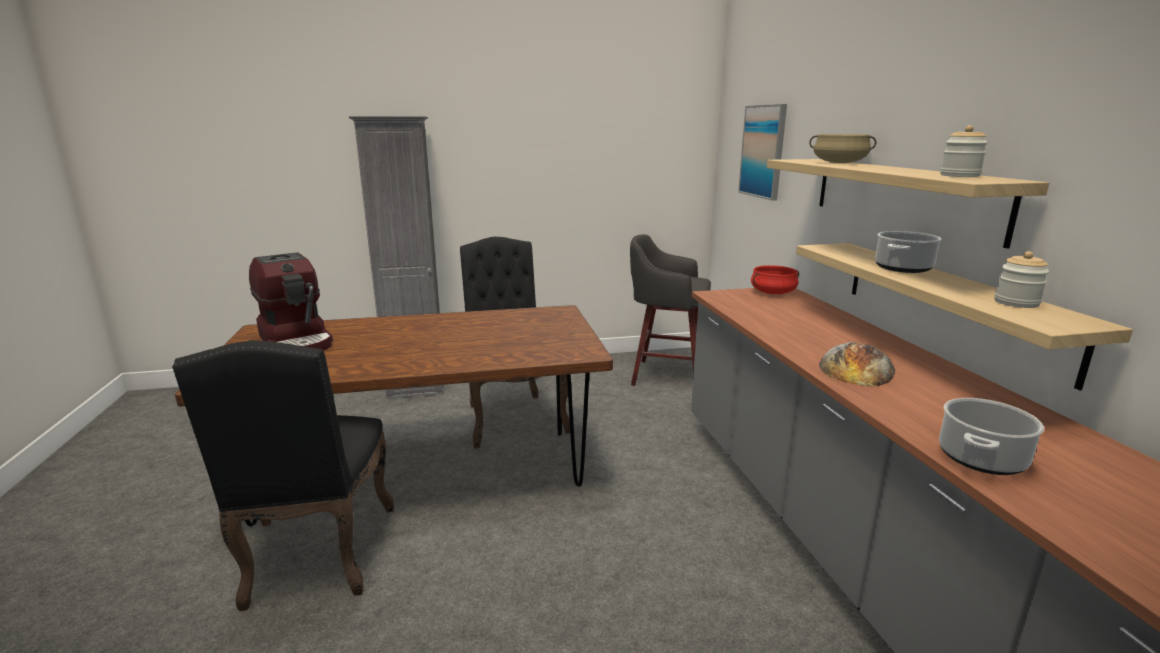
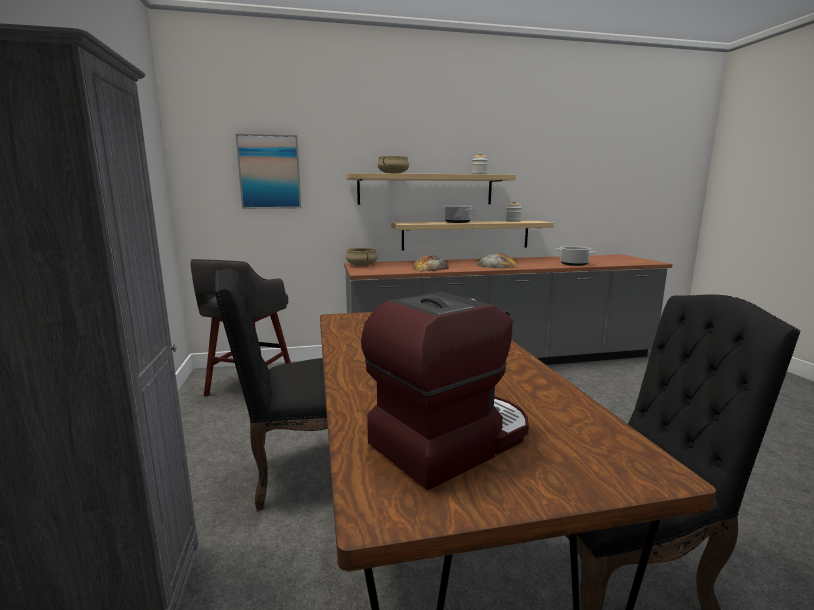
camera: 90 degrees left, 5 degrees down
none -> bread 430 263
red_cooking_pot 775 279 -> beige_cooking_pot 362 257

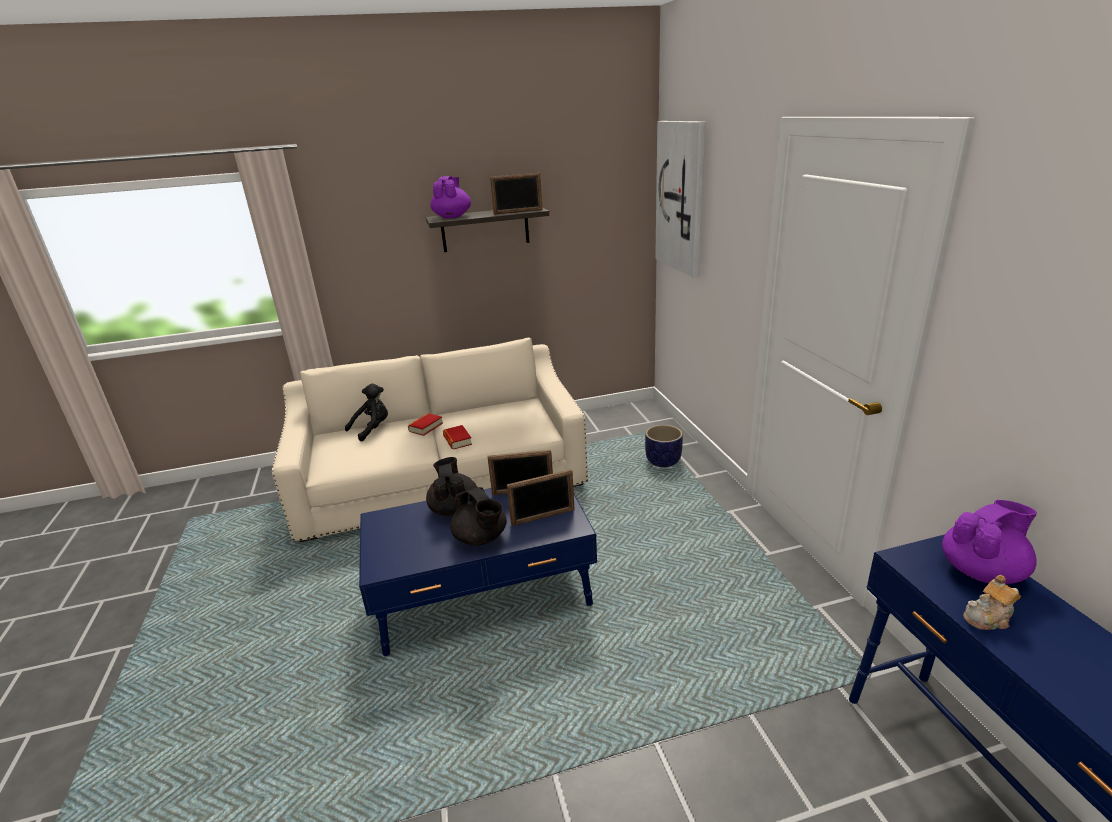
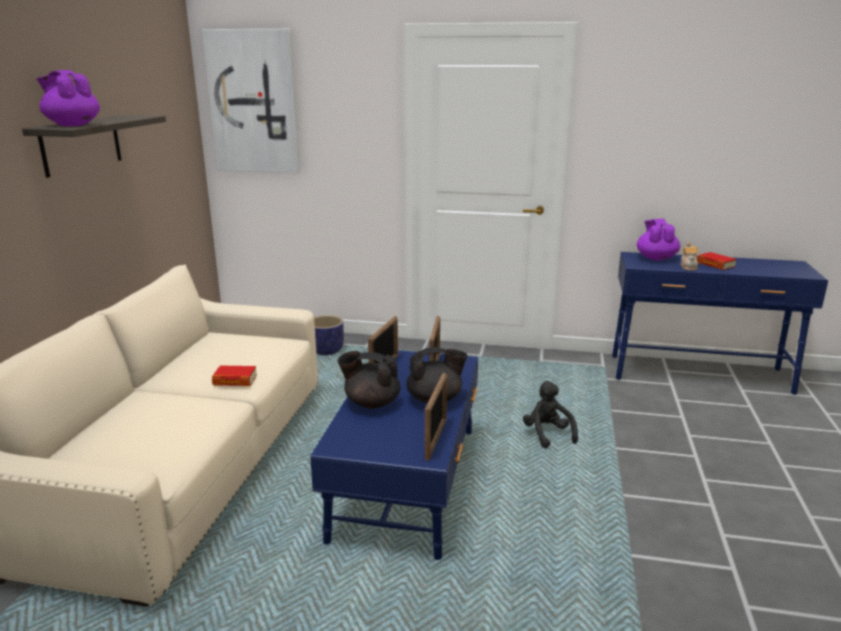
camera: 65 degrees left, 5 degrees down
black_plush_toy 366 413 -> black_plush_toy 550 414, shifted
book 425 424 -> book 717 261, shifted
picture_frame 516 194 -> picture_frame 435 417, shifted

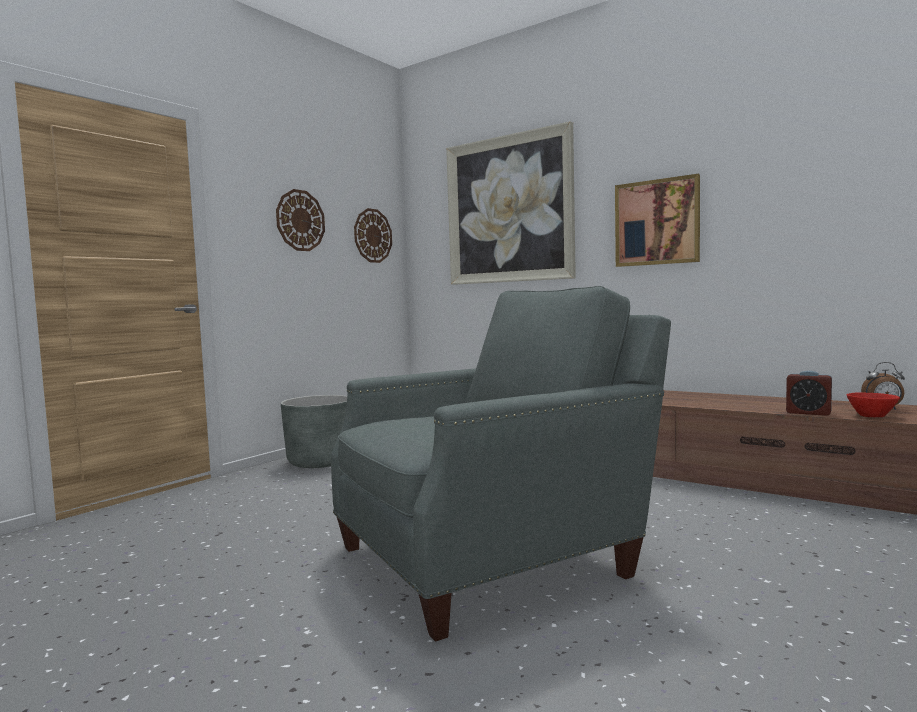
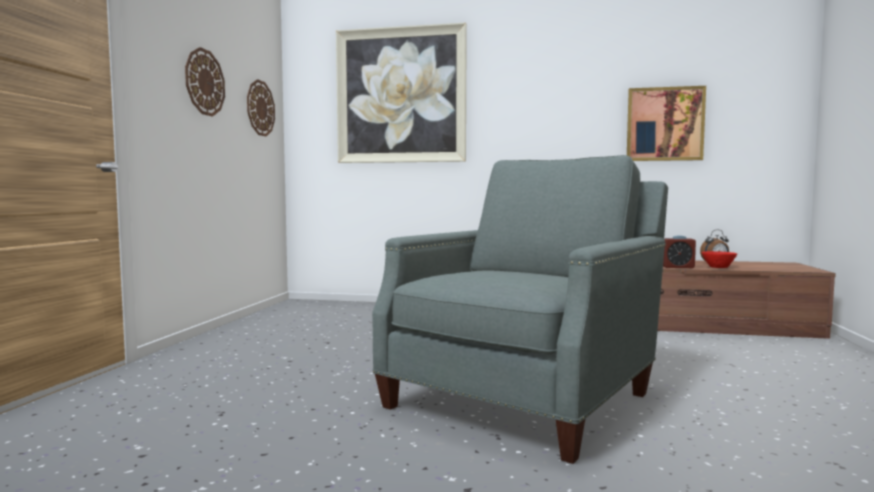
camera: 25 degrees left, 0 degrees up
grey_planter 314 431 -> none
picture 657 220 -> picture 666 123, shifted

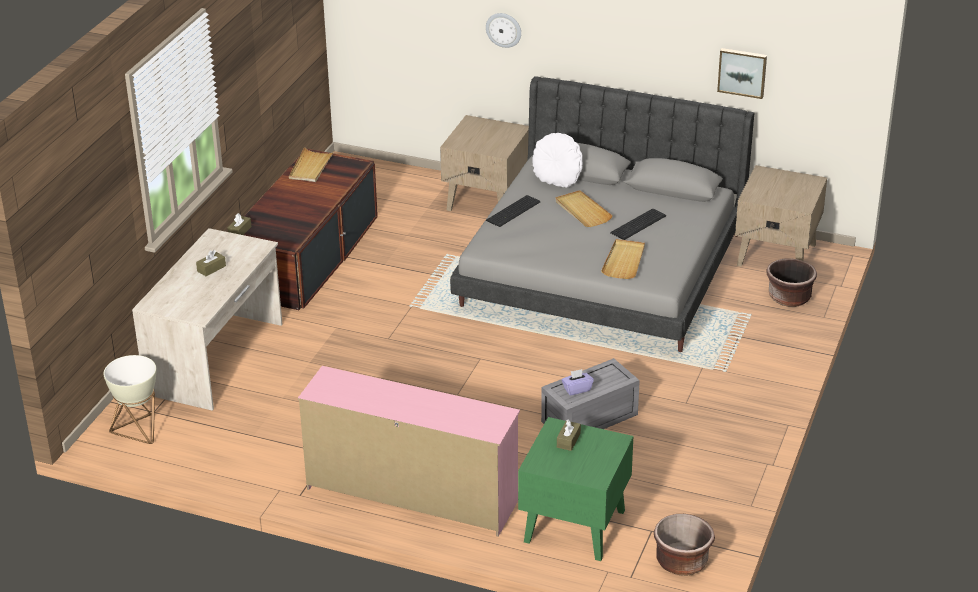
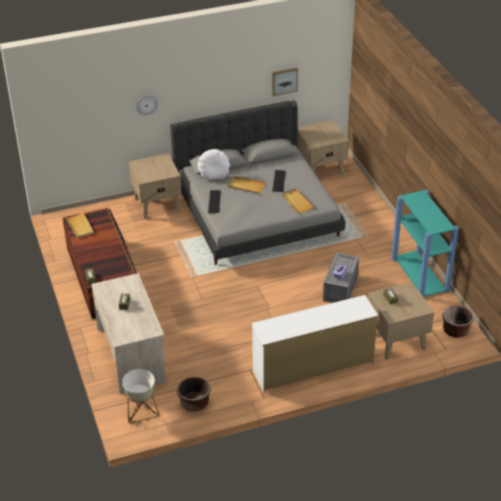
camera: 40 degrees left, 5 degrees up
none -> turquoise_bookcase 425 243
brown_planter 791 282 -> brown_planter 194 394, shifted
pink_dresser 409 451 -> white_dresser 315 344
green_nightstand 575 489 -> beige_nightstand 401 321

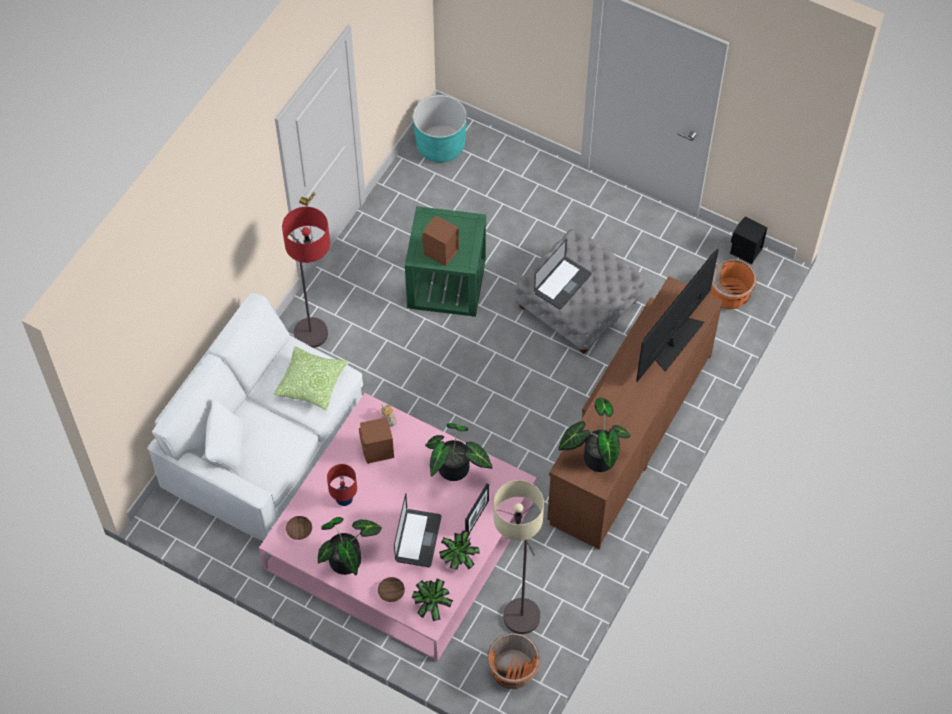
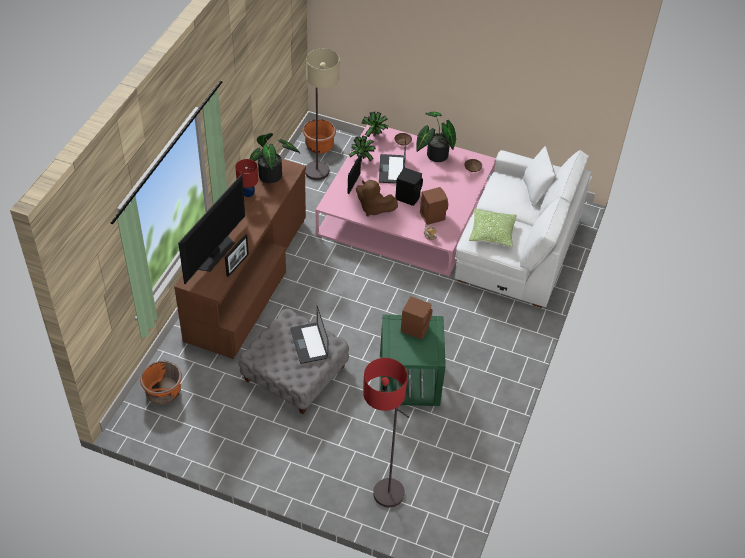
camera: 170 degrees right, 10 degrees down
turquoise_planter 440 129 -> none
none -> picture_frame 237 255
red_floor_lamp 306 277 -> red_floor_lamp 386 433, shifted
red_table_lamp 342 485 -> red_table_lamp 246 178, shifted
black_speaker 749 240 -> black_speaker 409 186, shifted
potted_plant 459 452 -> brown_plush_toy 377 198
laptop 562 274 -> laptop 309 335, 45 degrees counterclockwise

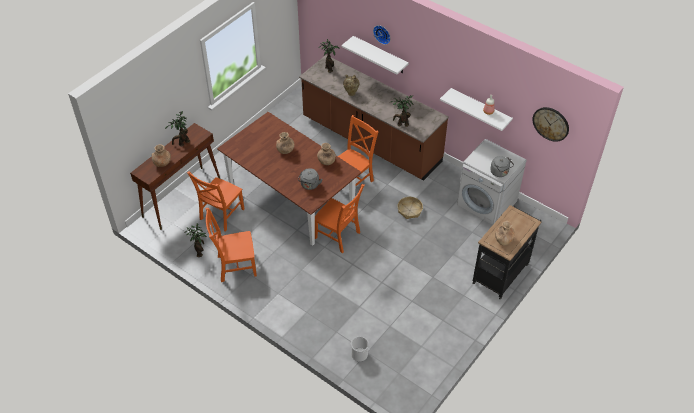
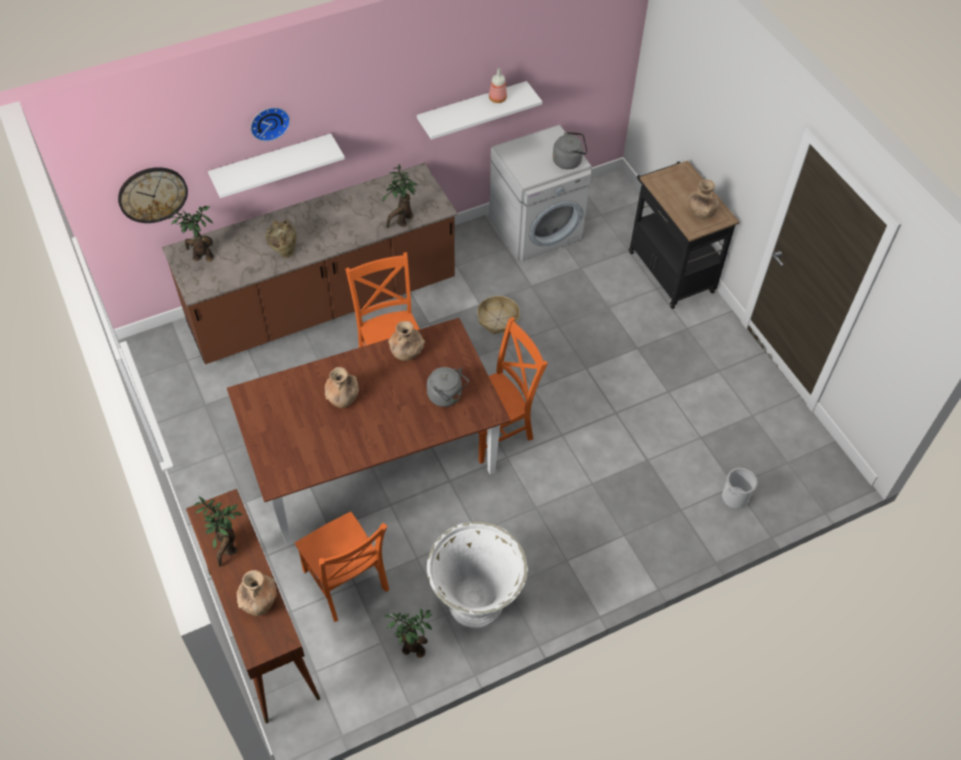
camera: 65 degrees left, 5 degrees up
wall_clock 550 124 -> wall_clock 153 195, shifted
orange_chair 231 245 -> white_planter 477 574

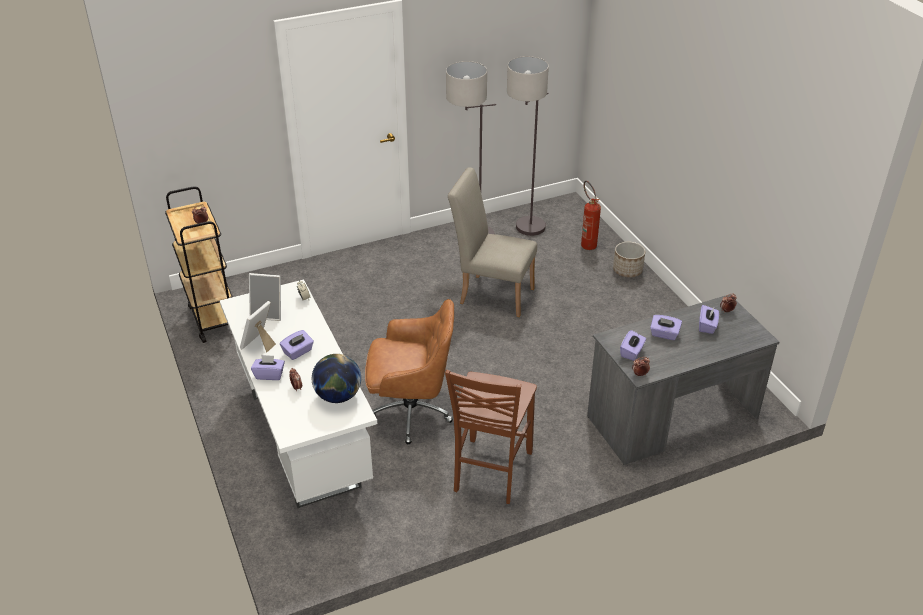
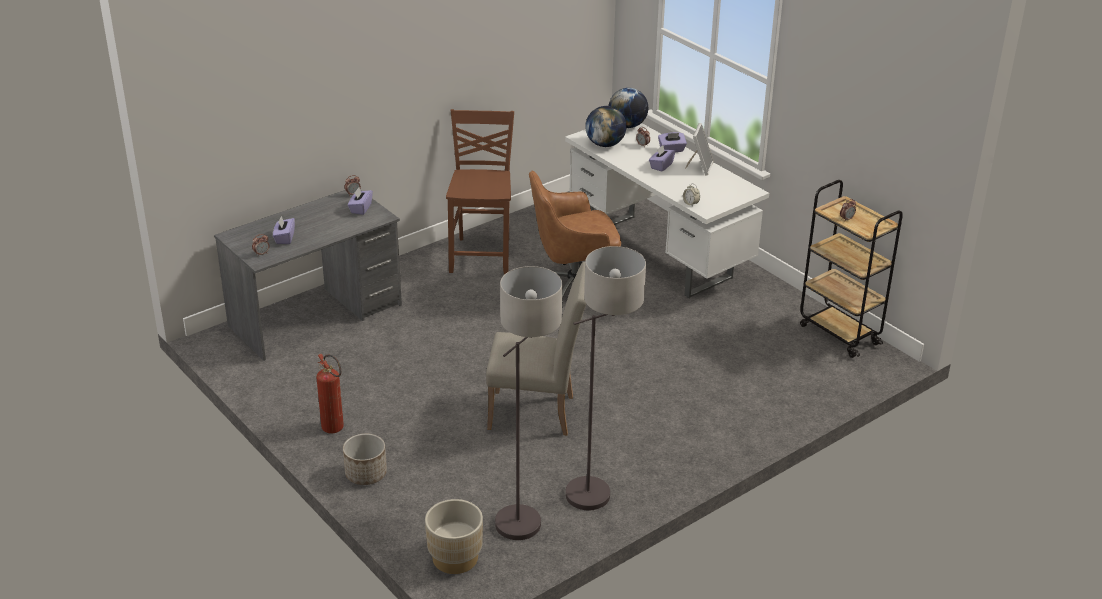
camera: 165 degrees right, 5 degrees down
picture_frame 265 297 -> none
purple_tissue_box 666 327 -> none
none -> beige_planter 454 536
none -> globe 628 108
fire_extinguisher 591 215 -> fire_extinguisher 330 393, shifted

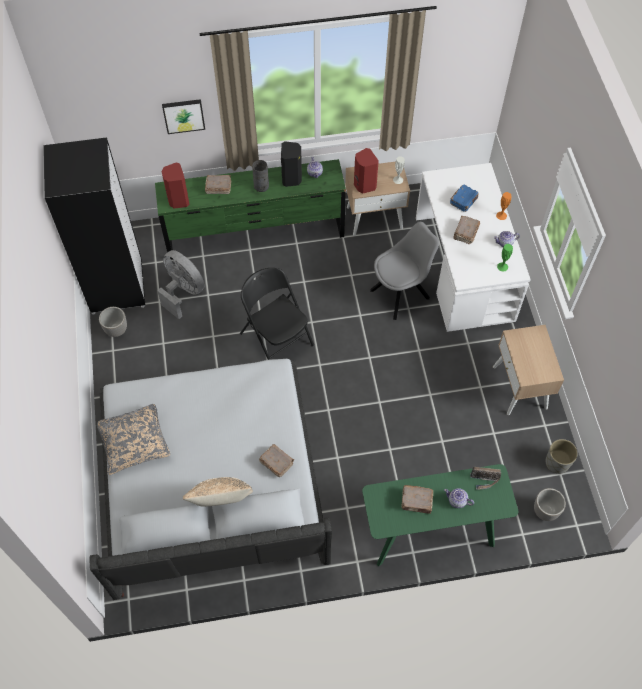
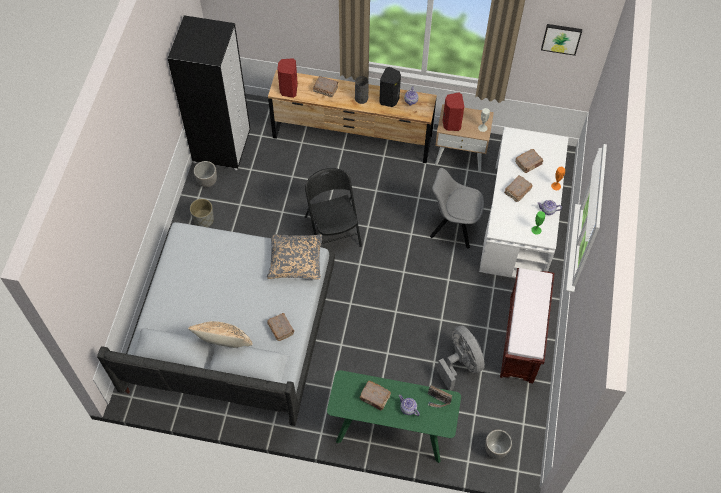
camera: 20 degrees right, 0 degrees up
grey_pillow 134 440 -> grey_pillow 294 257, shifted
grey_fan 181 284 -> grey_fan 461 358, shifted
picture 183 116 -> picture 561 40, shifted
grey_planter 562 456 -> grey_planter 202 213, shifted
beige_nightstand 528 370 -> brown_bench 527 326
green_dresser 250 210 -> brown_dresser 352 116
blue_book 464 198 -> brown_book 529 161
grey_chair 405 271 -> grey_chair 457 208, 150 degrees counterclockwise

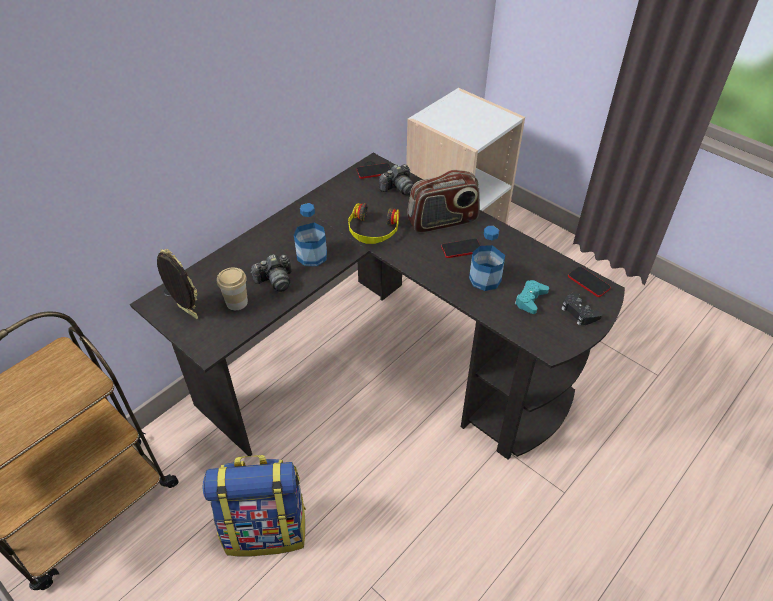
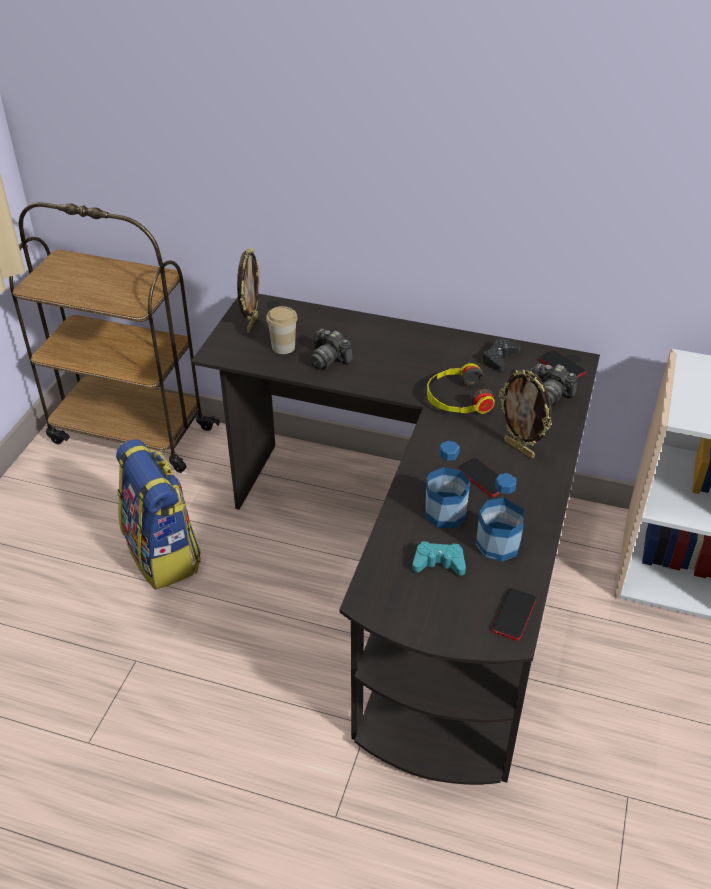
camera: 65 degrees right, 5 degrees down
bottle 310 234 -> bottle 500 517, shifted
black_game_controller 581 308 -> black_game_controller 500 354, shifted
radio 443 201 -> picture_frame 525 414

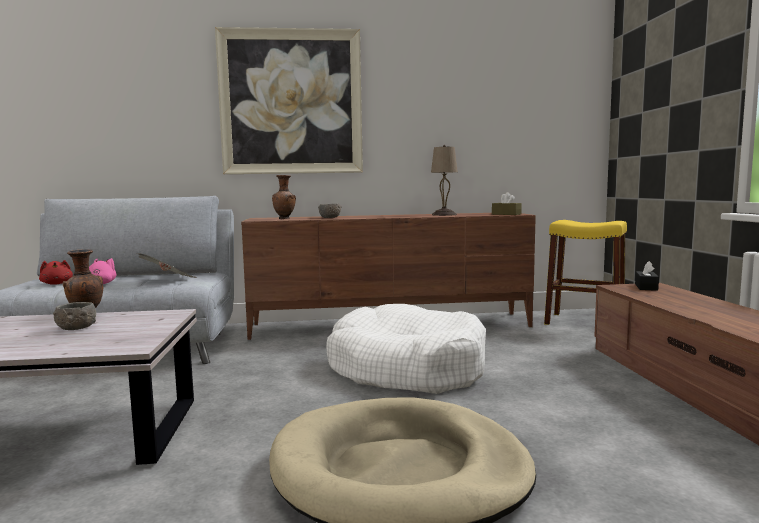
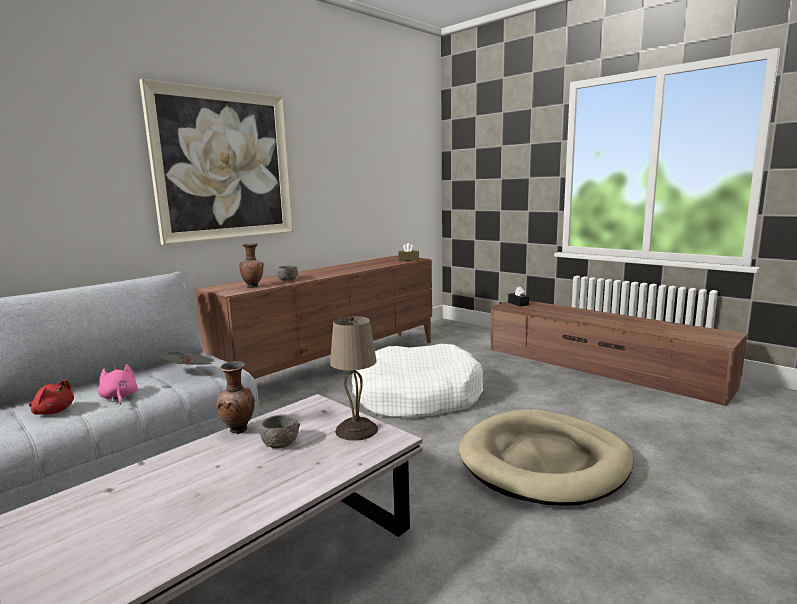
camera: 40 degrees left, 5 degrees up
yellow_stool 585 272 -> none
beige_table_lamp 444 180 -> beige_table_lamp 354 378, shifted

